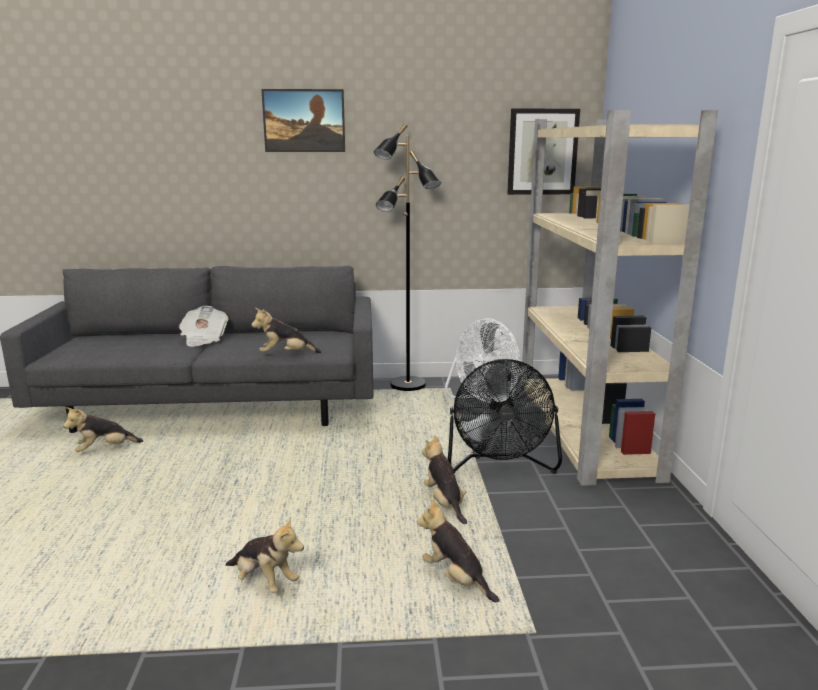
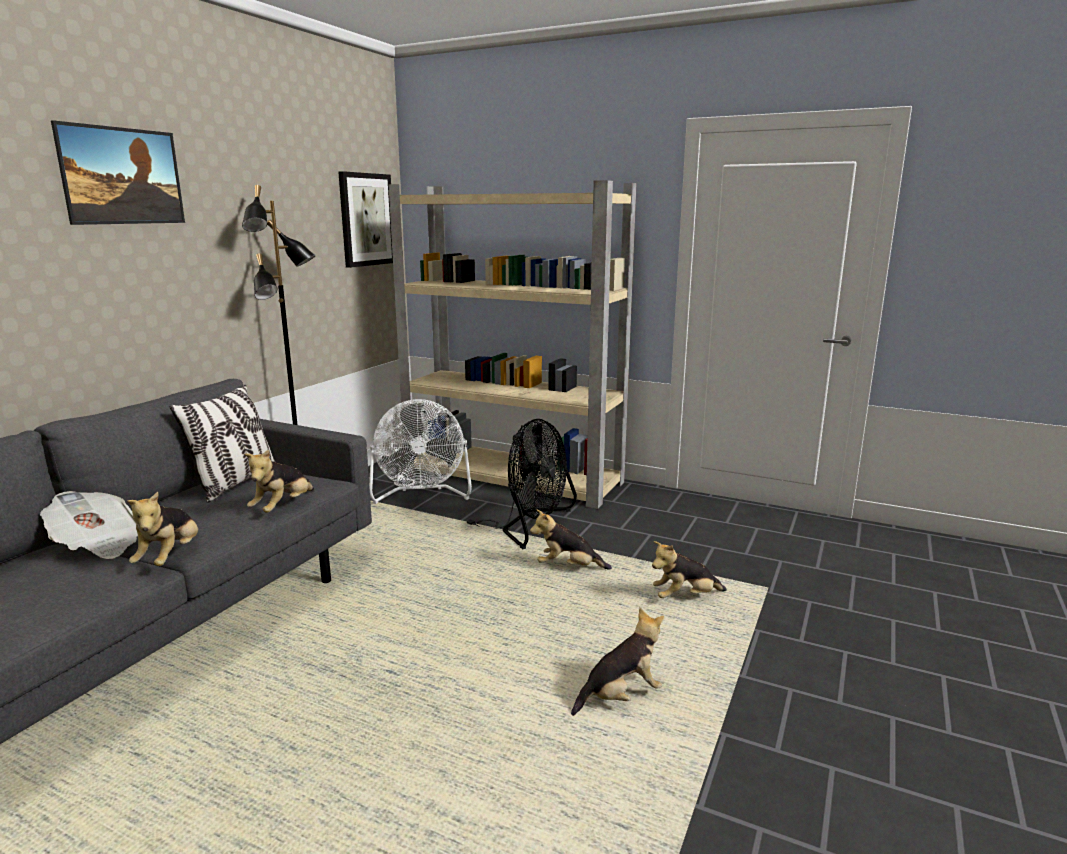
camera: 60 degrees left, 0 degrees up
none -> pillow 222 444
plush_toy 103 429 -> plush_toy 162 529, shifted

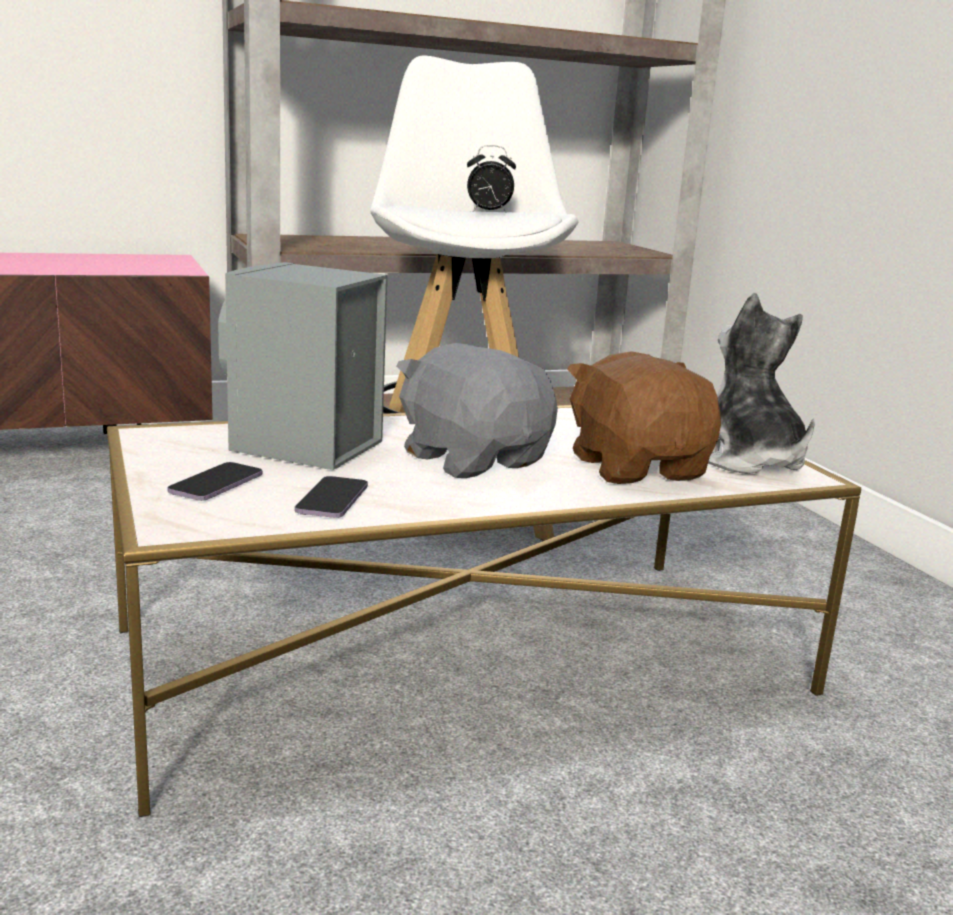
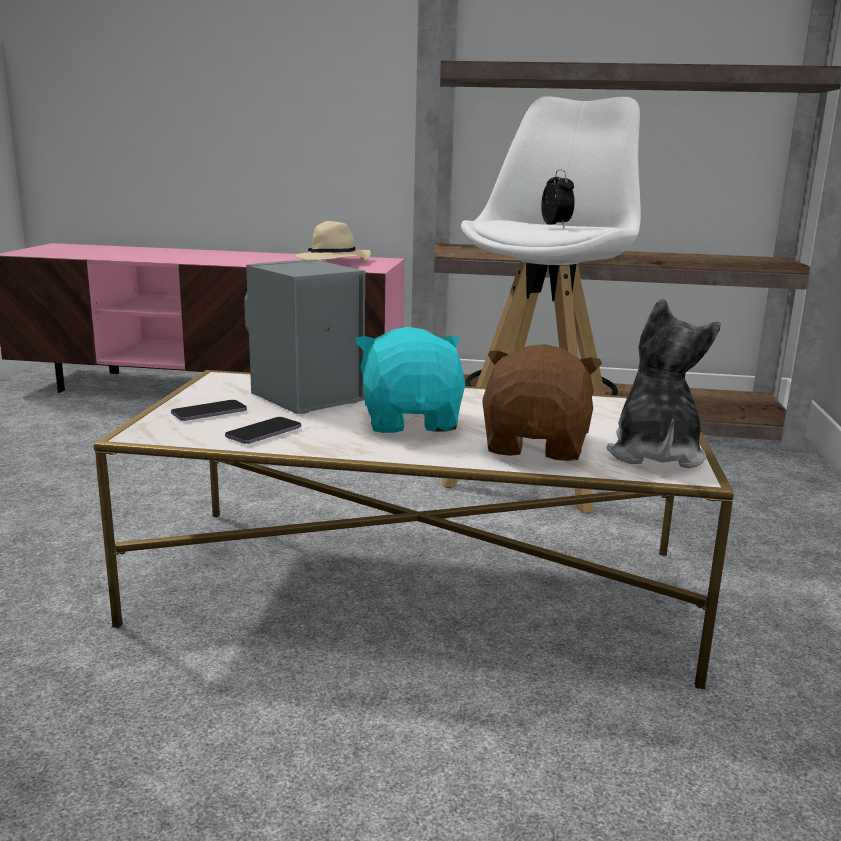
camera: 30 degrees right, 0 degrees up
none -> beige_hat 333 240
grey_plush_toy 477 410 -> turquoise_plush_toy 410 380
alarm_clock 491 179 -> alarm_clock 558 198, 135 degrees counterclockwise

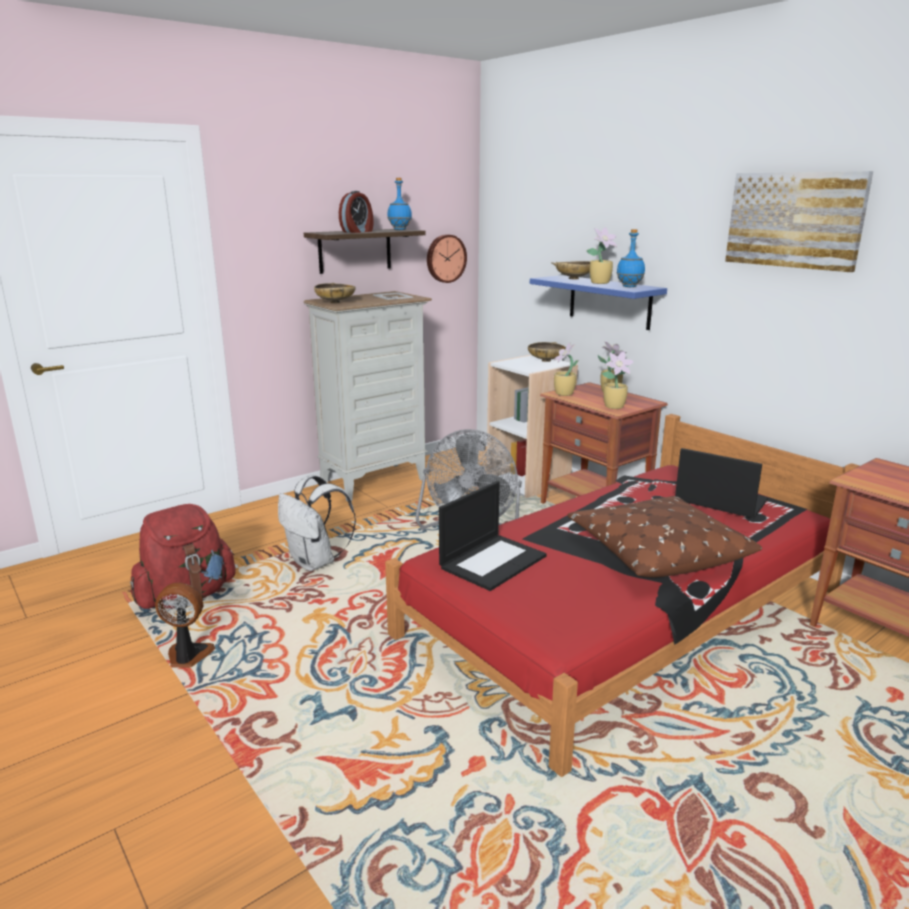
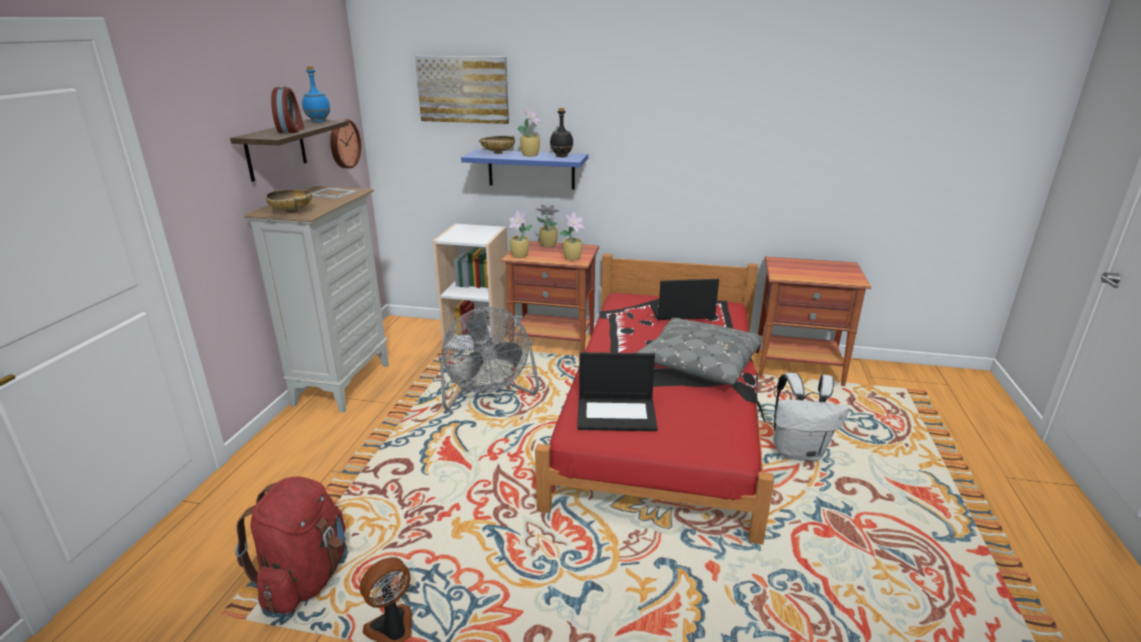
camera: 40 degrees left, 5 degrees up
beige_bowl 547 352 -> none
white_backpack 317 523 -> white_backpack 811 417, shifted
picture 799 221 -> picture 462 90, shifted
brown_pillow 664 537 -> grey_pillow 700 351
blue_bottle 631 258 -> black_bottle 561 132
laptop 493 536 -> laptop 617 391, 90 degrees clockwise

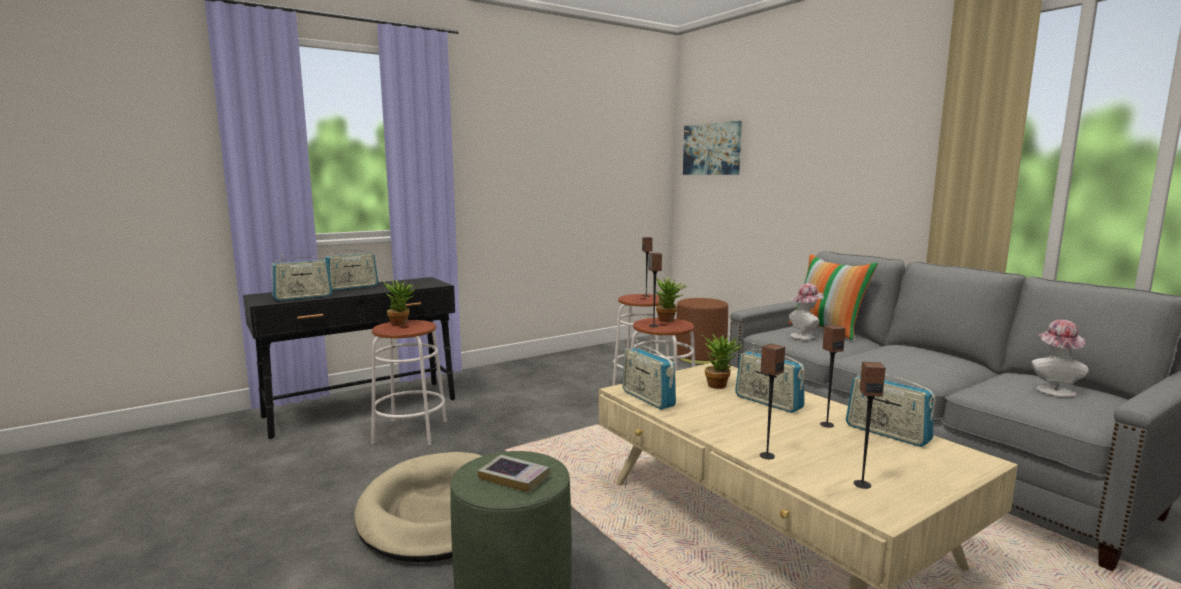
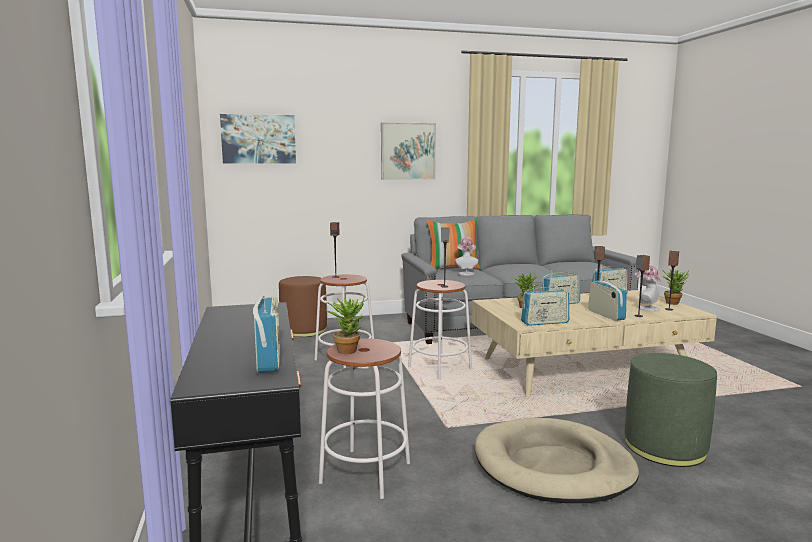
camera: 70 degrees left, 0 degrees up
book 514 474 -> none
none -> picture 408 151
radio 351 269 -> radio 607 301, shifted
potted_plant 671 299 -> potted_plant 675 287, shifted
hat 1060 358 -> hat 648 288, shifted

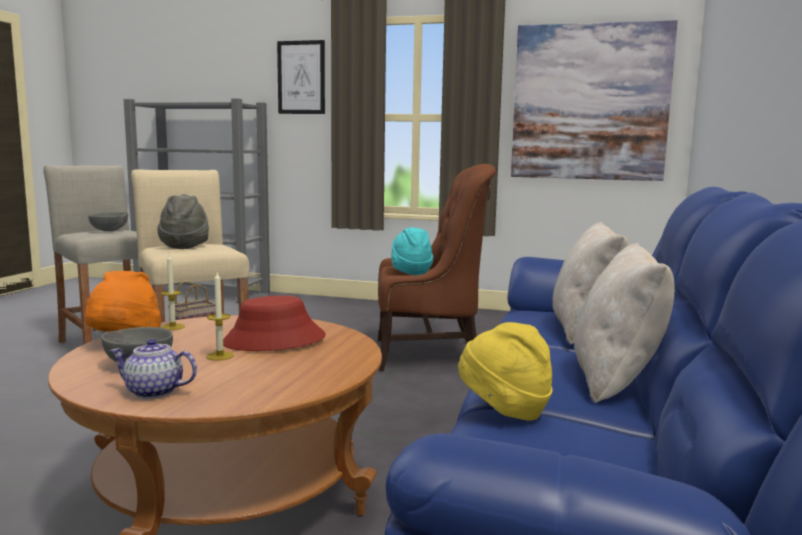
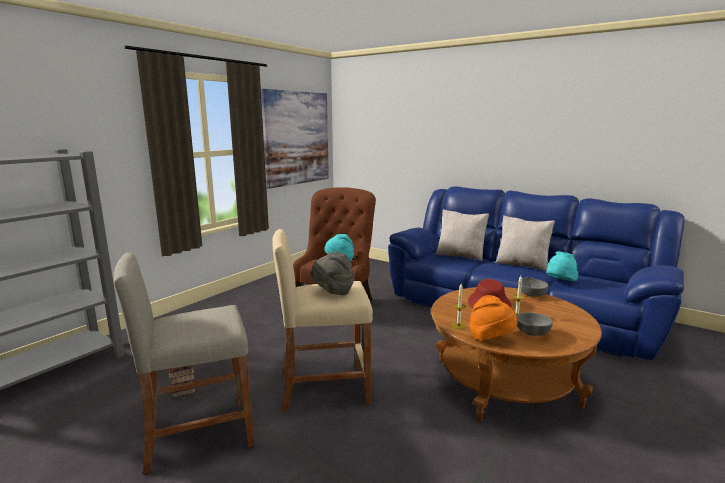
camera: 70 degrees left, 5 degrees up
teapot 153 369 -> none
picture 301 77 -> none
grey_bowl 108 221 -> grey_bowl 533 287, shifted
yellow_hat 505 371 -> turquoise_hat 562 266

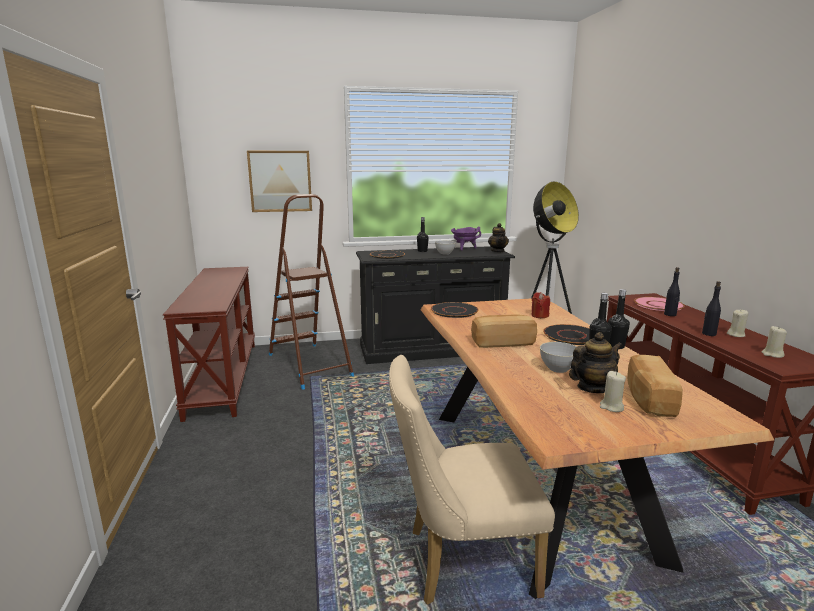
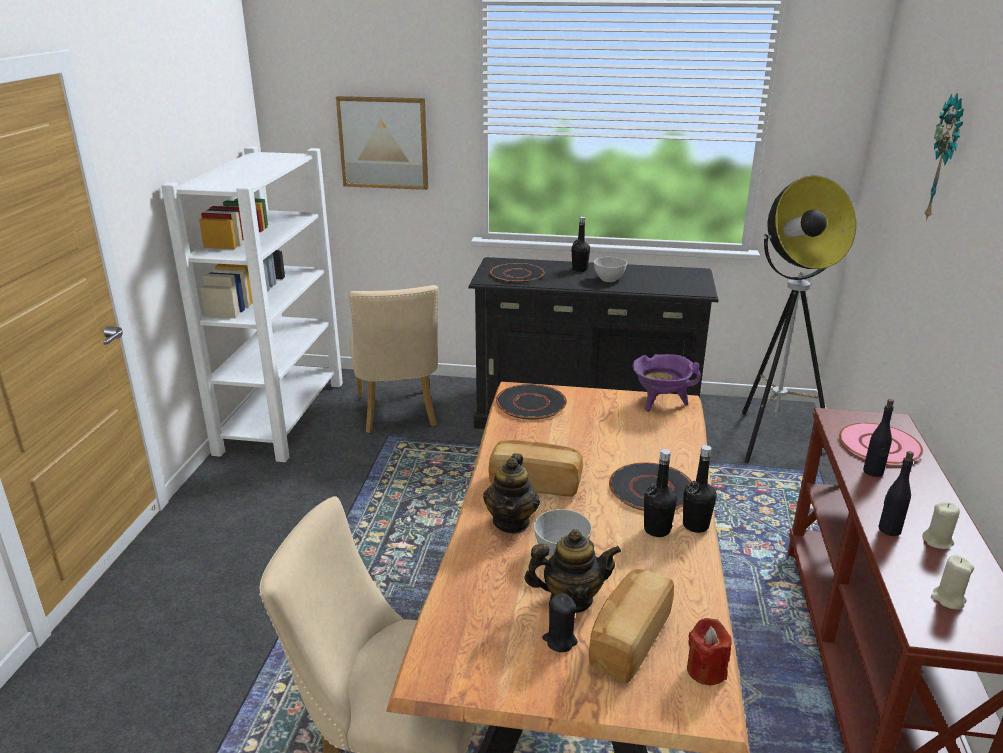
camera: 20 degrees right, 10 degrees up
none -> wall_clock 944 157
purple_cooking_pot 466 238 -> purple_cooking_pot 666 383, shifted
teapot 498 237 -> teapot 511 493, shifted
red_candle 541 305 -> red_candle 709 651, shifted
brown_console_table 209 344 -> white_bookcase 252 304
brown_step_ladder 311 292 -> beige_chair 393 359
beige_candle 613 391 -> black_candle 560 622

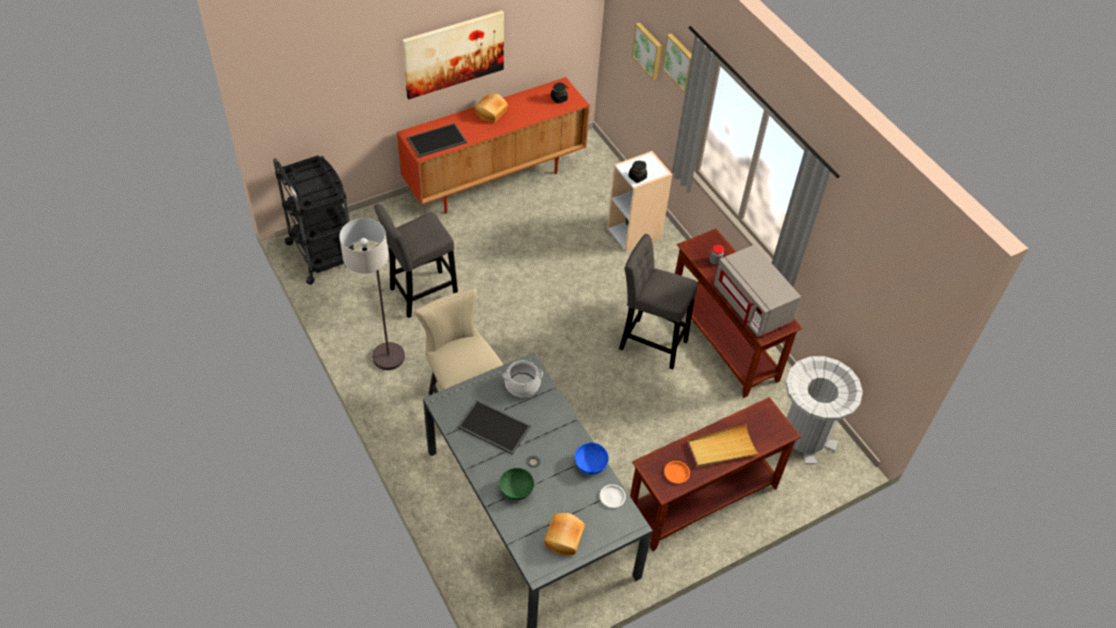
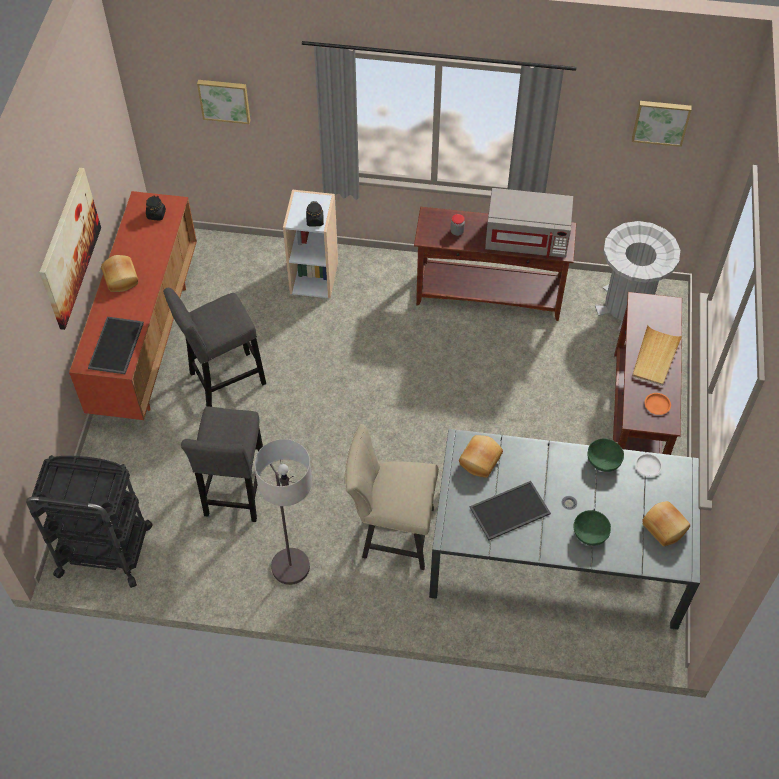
camera: 50 degrees left, 5 degrees up
grey_stool 658 302 -> grey_stool 214 347, shifted
picture 677 63 -> picture 661 124, shifted
cooking_pot 523 378 -> bread 481 456
blue_bowl 592 458 -> green_bowl 605 455

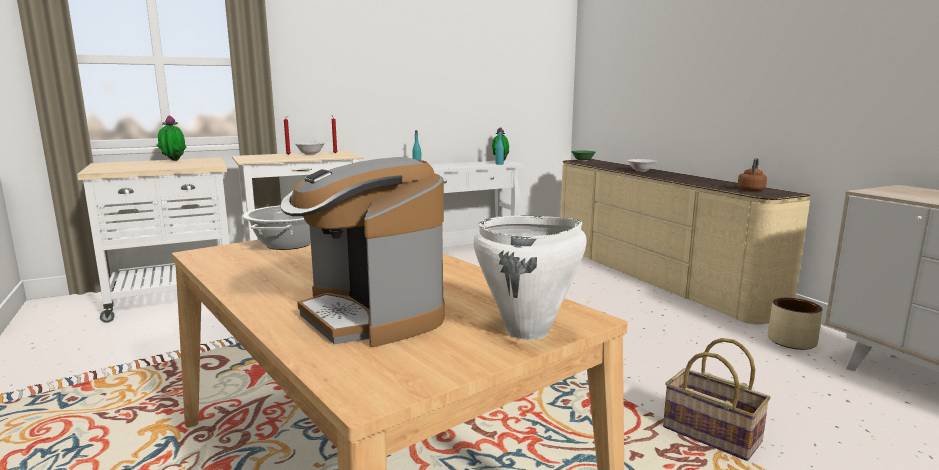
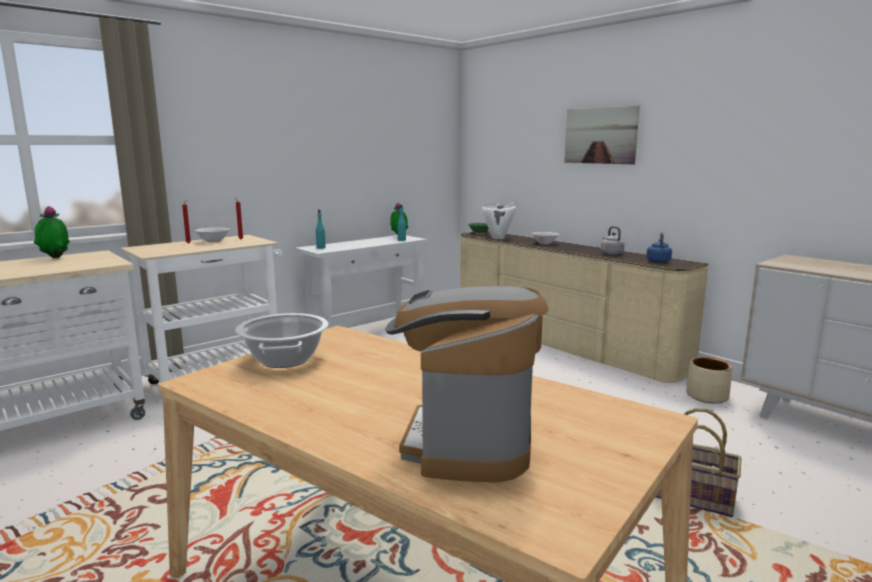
camera: 15 degrees left, 0 degrees up
none -> picture 602 134
none -> grey_kettle 612 240
white_cooking_pot 530 278 -> white_cooking_pot 499 221, shifted
brown_kettle 752 174 -> blue_kettle 659 247
coffee_machine 363 252 -> coffee_machine 466 384, 60 degrees clockwise

